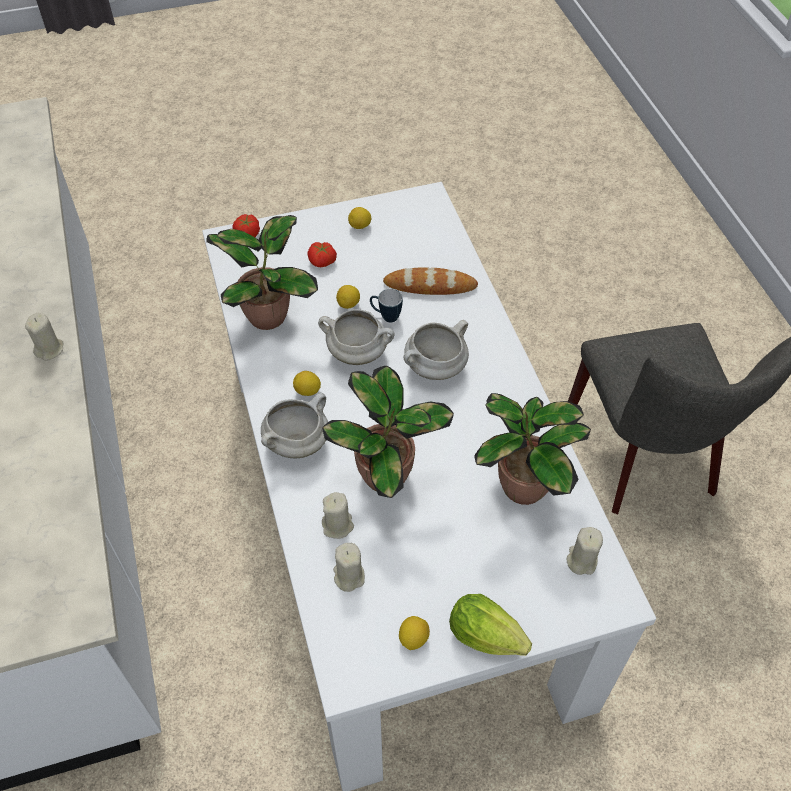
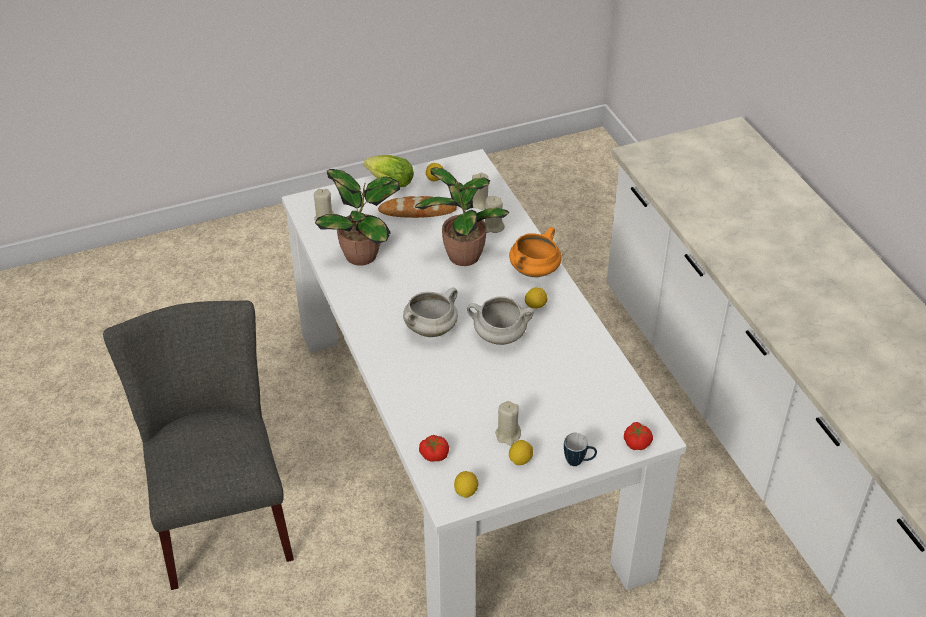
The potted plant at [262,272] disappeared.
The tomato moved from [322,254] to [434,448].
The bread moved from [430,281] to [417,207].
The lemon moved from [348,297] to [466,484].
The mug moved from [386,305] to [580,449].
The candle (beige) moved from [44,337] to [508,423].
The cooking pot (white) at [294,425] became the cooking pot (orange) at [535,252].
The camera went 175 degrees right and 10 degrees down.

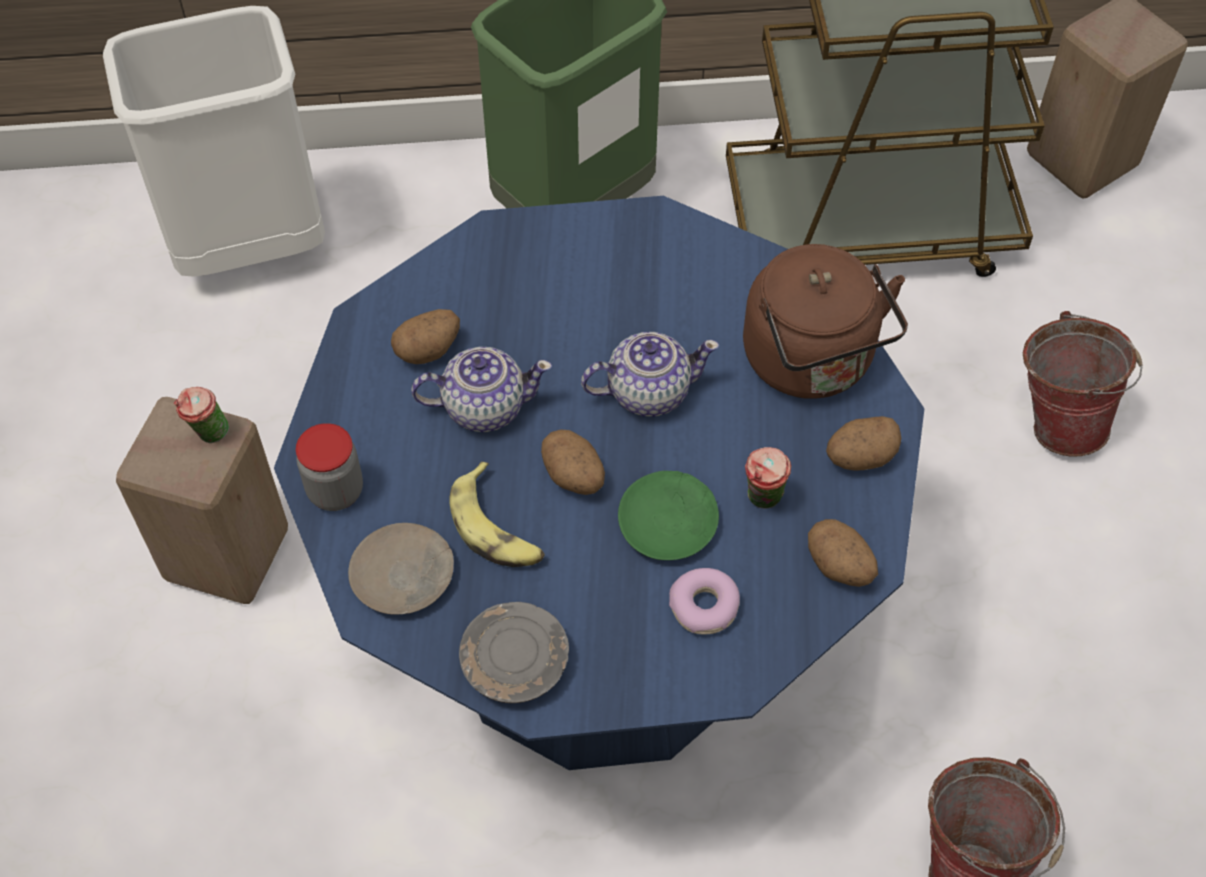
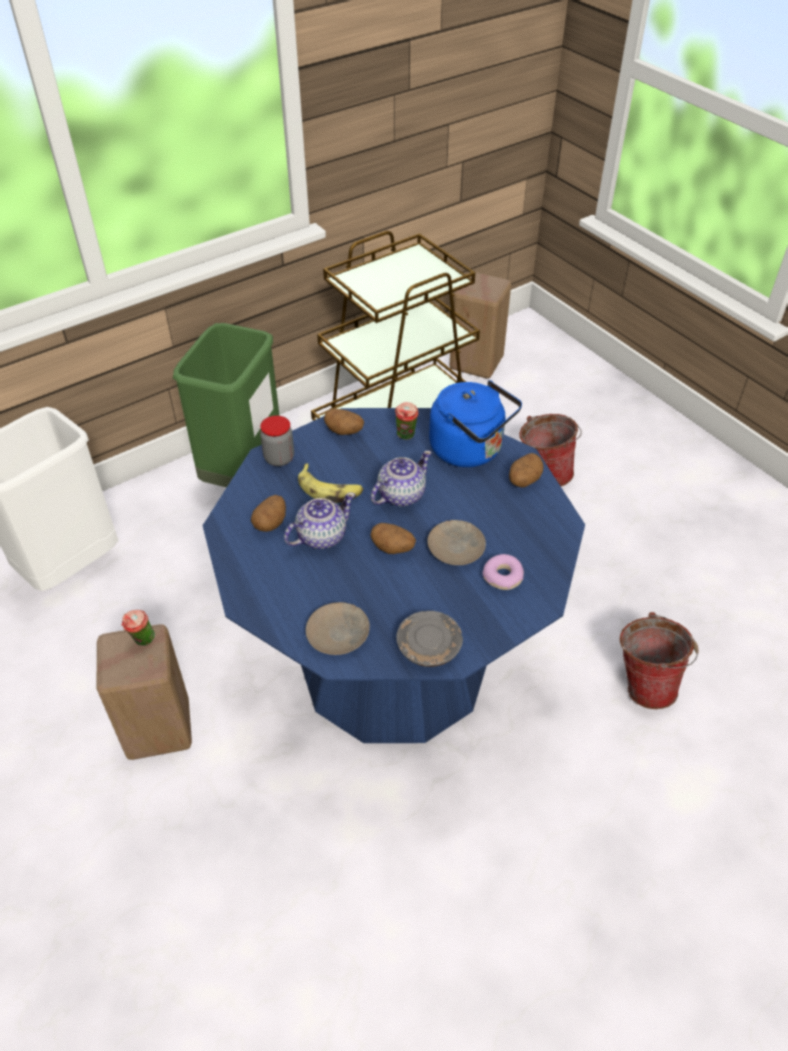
The kettle (brown) at [825,321] became the kettle (blue) at [475,423].
The jar moved from [329,467] to [277,441].
The cup moved from [768,478] to [407,421].
The banana moved from [497,514] to [330,483].
The plate (green) at [668,515] became the plate (beige) at [456,542].
The potato moved from [843,553] to [344,422].
The camera went 30 degrees left and 10 degrees down.

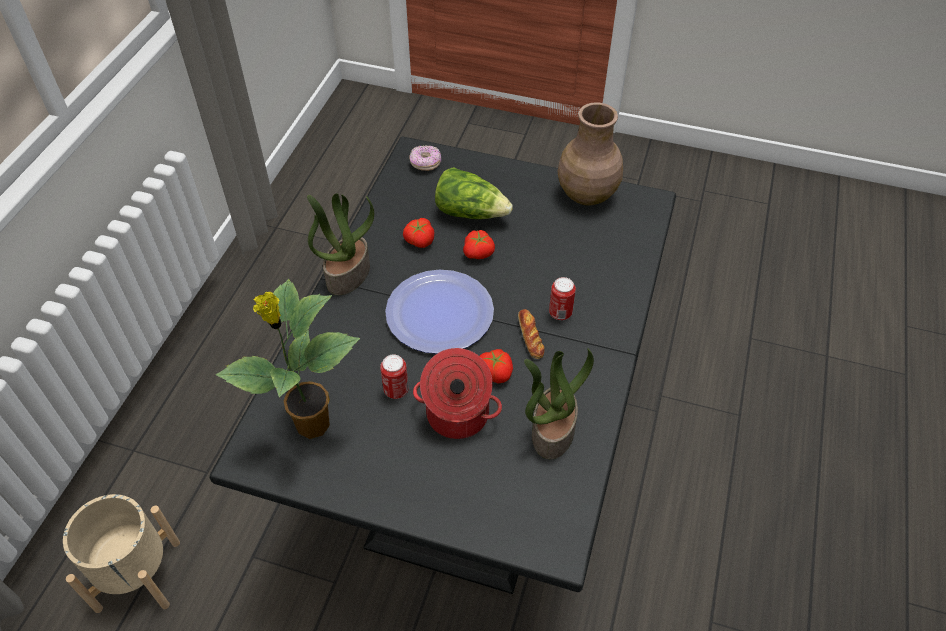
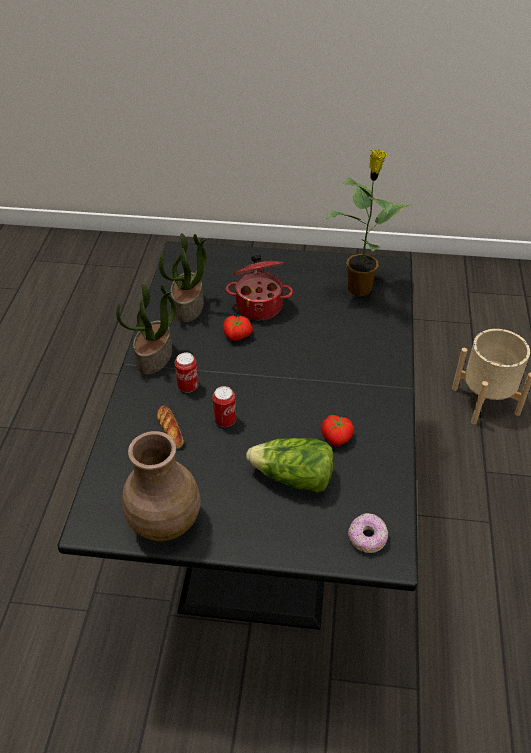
The potted plant moved from [340,244] to [146,329].
The tomato at [479,244] disappeared.
The plate at [439,312] disappeared.
The bread moved from [531,334] to [170,427].
The can moved from [394,377] to [224,406].
The camera went 170 degrees right and 5 degrees down.

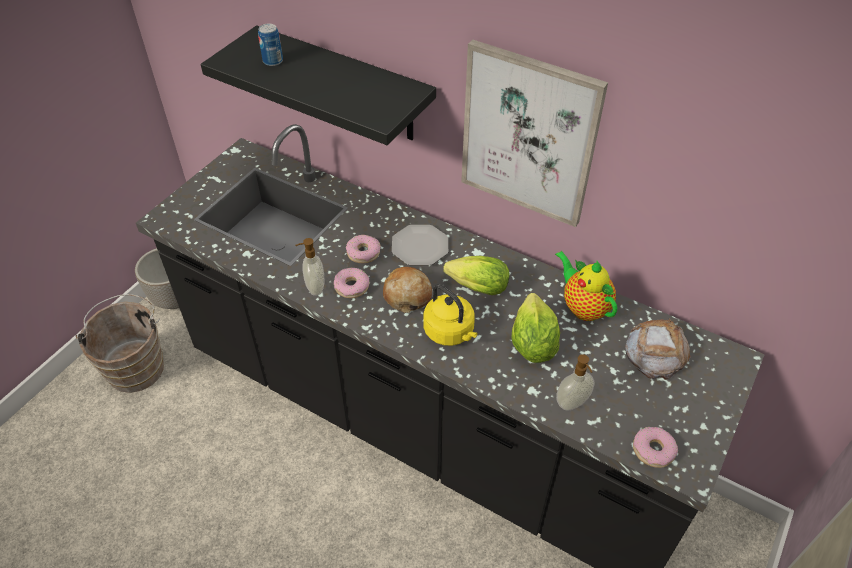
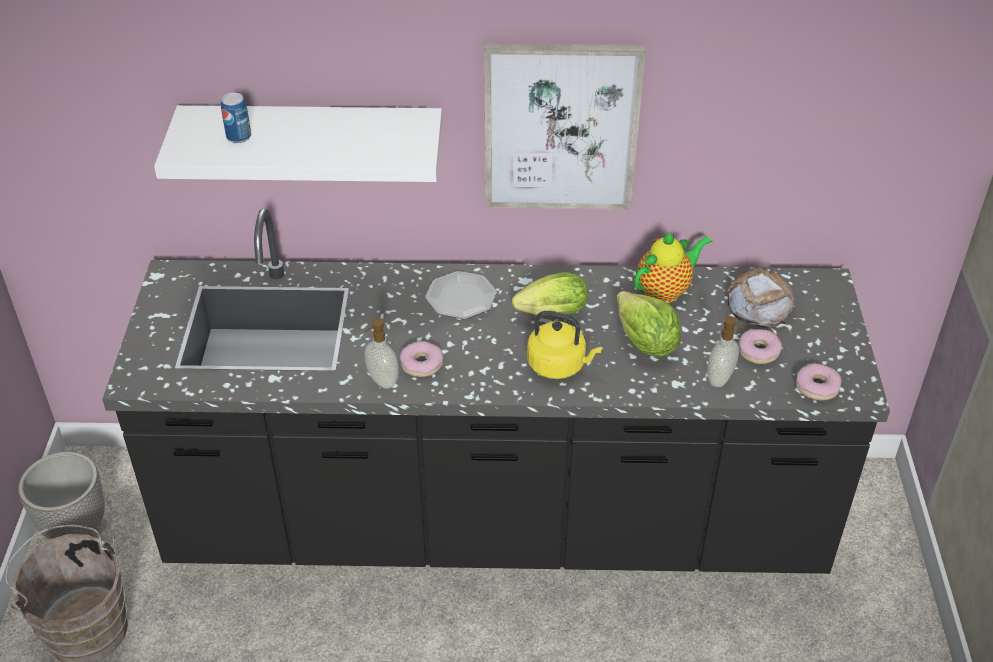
The shelf (black) at [318,85] became the shelf (white) at [298,143].
The donut moved from [363,249] to [760,346].
The teapot at [586,286] turned 120 degrees clockwise.
The bread at [407,290] disappeared.
The camera went 30 degrees left and 5 degrees down.

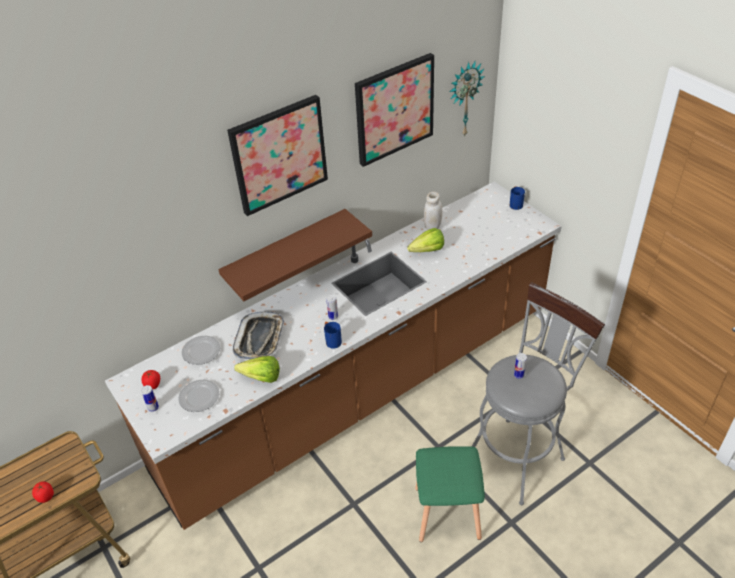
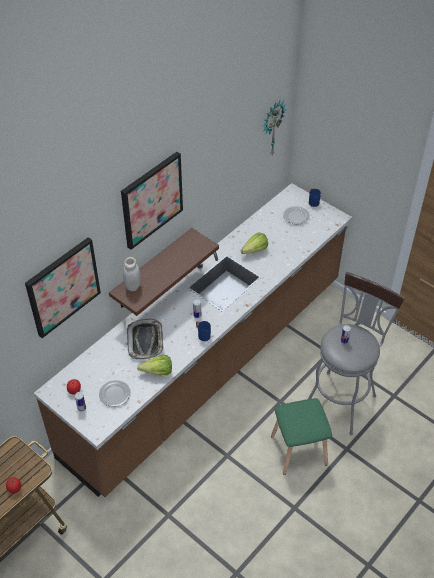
The picture moved from [394,110] to [63,287].
The jar (white) moved from [433,211] to [132,274].
The plate moved from [201,350] to [296,215].
The camera went 15 degrees left and 5 degrees up.

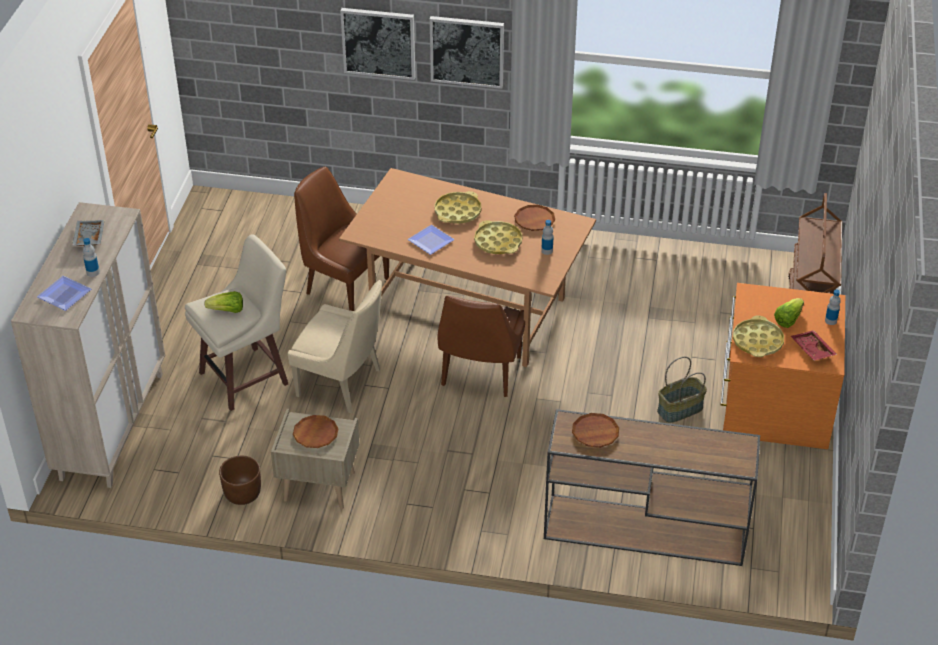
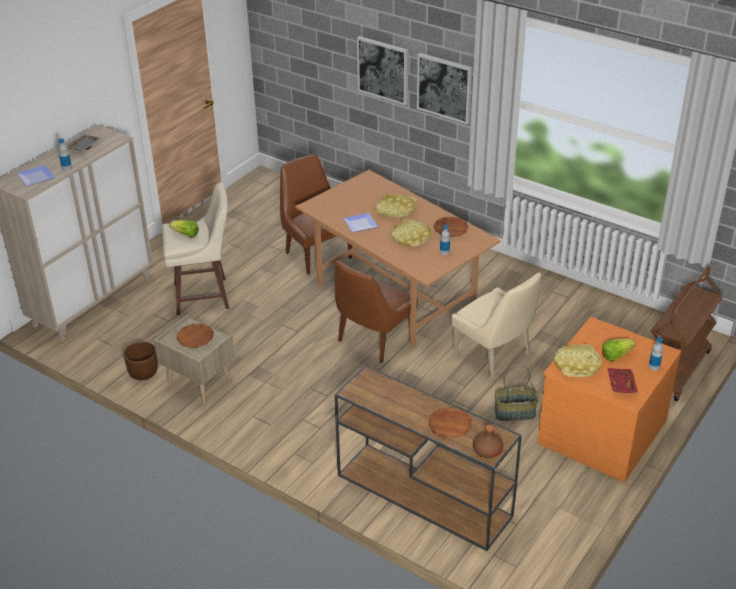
The chair (beige) moved from [335,346] to [496,325].
The plate (brown) moved from [595,430] to [450,423].
The bottle (brown) at [488,441] appeared.
The camera went 25 degrees right and 5 degrees down.

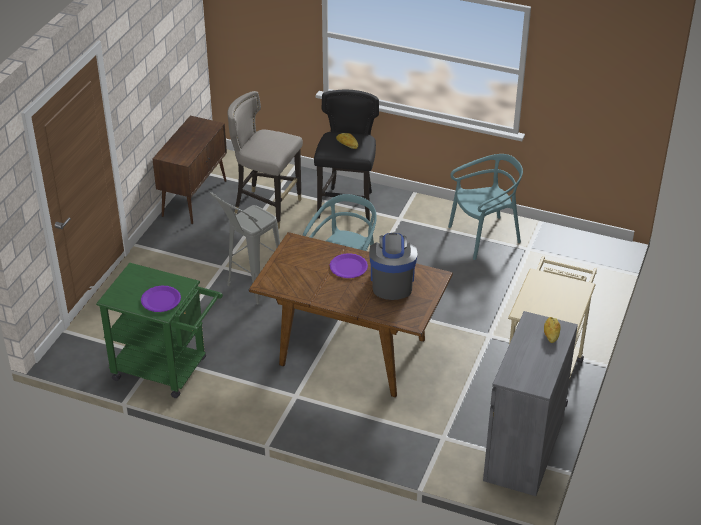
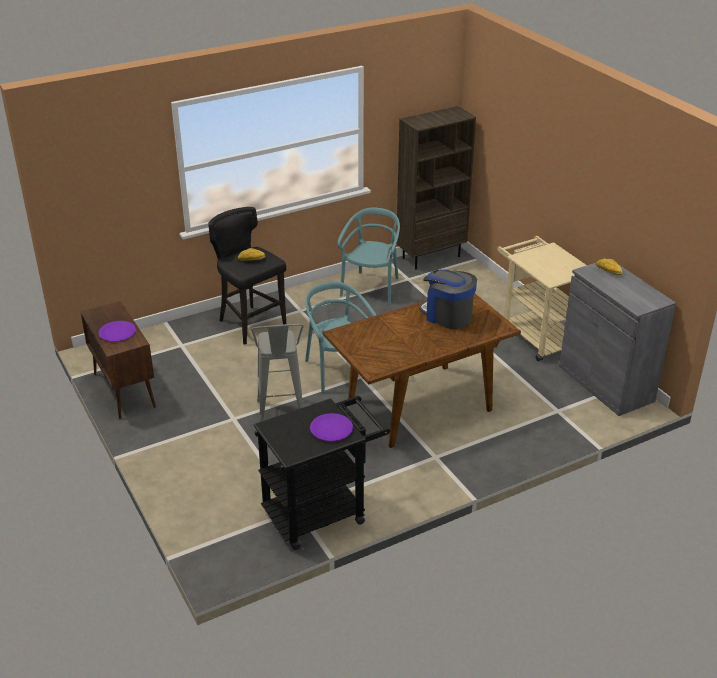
The stool (grey) at [265,160] disappeared.
The plate (purple) moved from [349,265] to [117,331].
The cart (green) at [159,330] became the cart (black) at [322,473].
The bookcase (brown) at [436,188] appeared.
The camera went 50 degrees left and 5 degrees down.

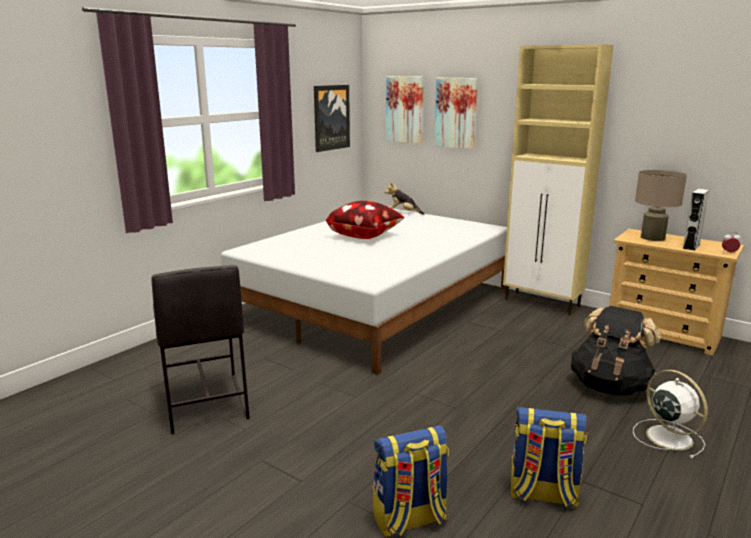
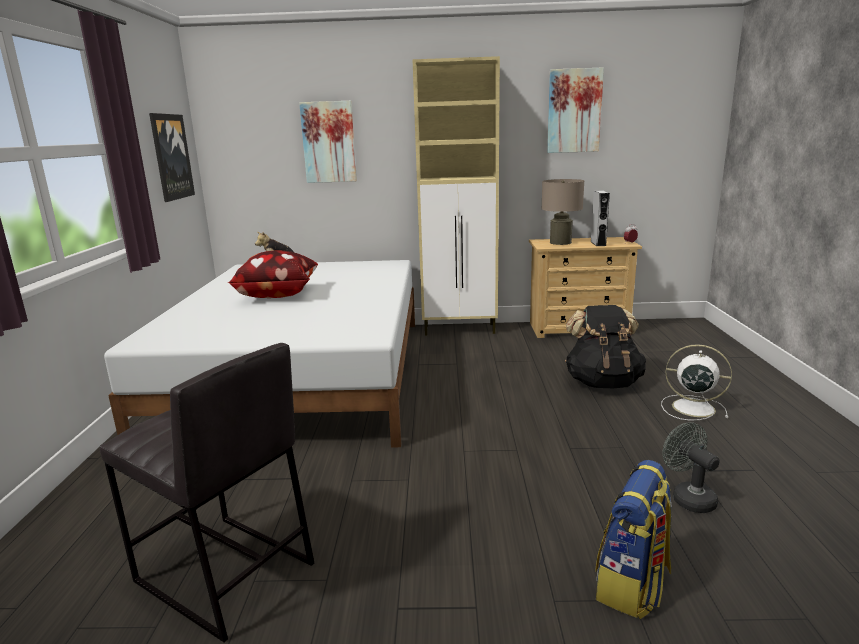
The picture moved from [405,110] to [575,110].
The backpack at [548,457] was replaced by the fan (grey) at [691,467].
The camera went 35 degrees left and 0 degrees up.

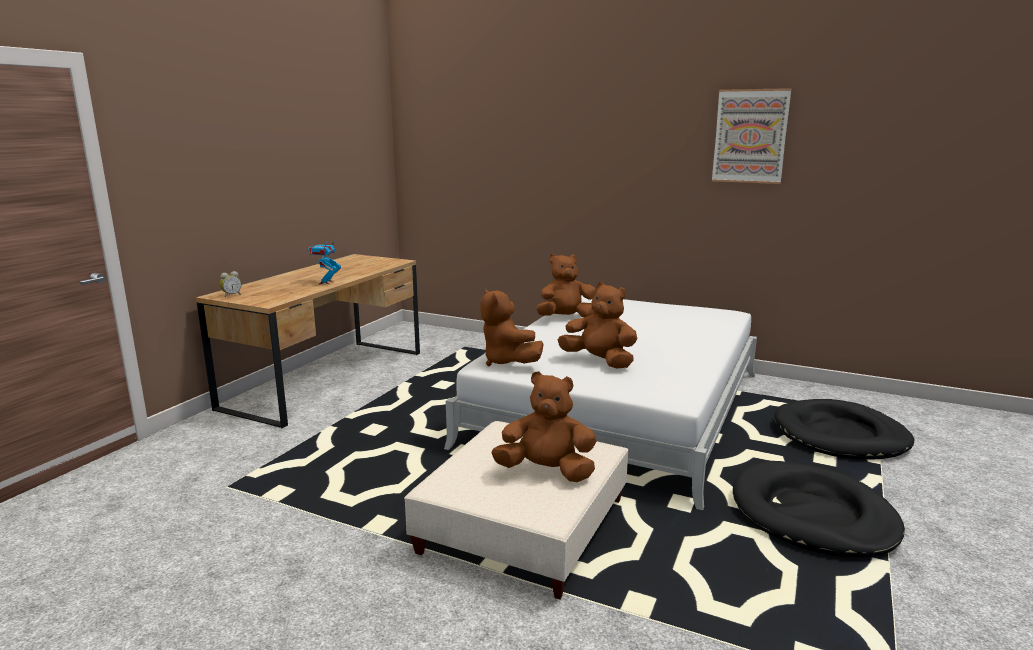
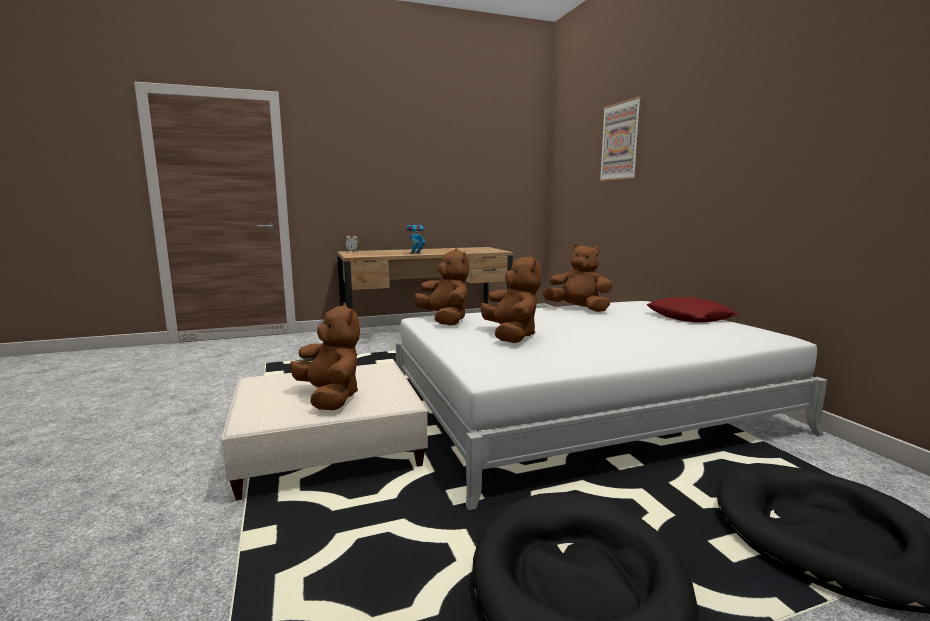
The picture moved from [751,136] to [620,138].
The plush toy (brown) at [511,327] turned 135 degrees clockwise.
The pillow (red) at [692,309] appeared.
The camera went 45 degrees right and 5 degrees down.

